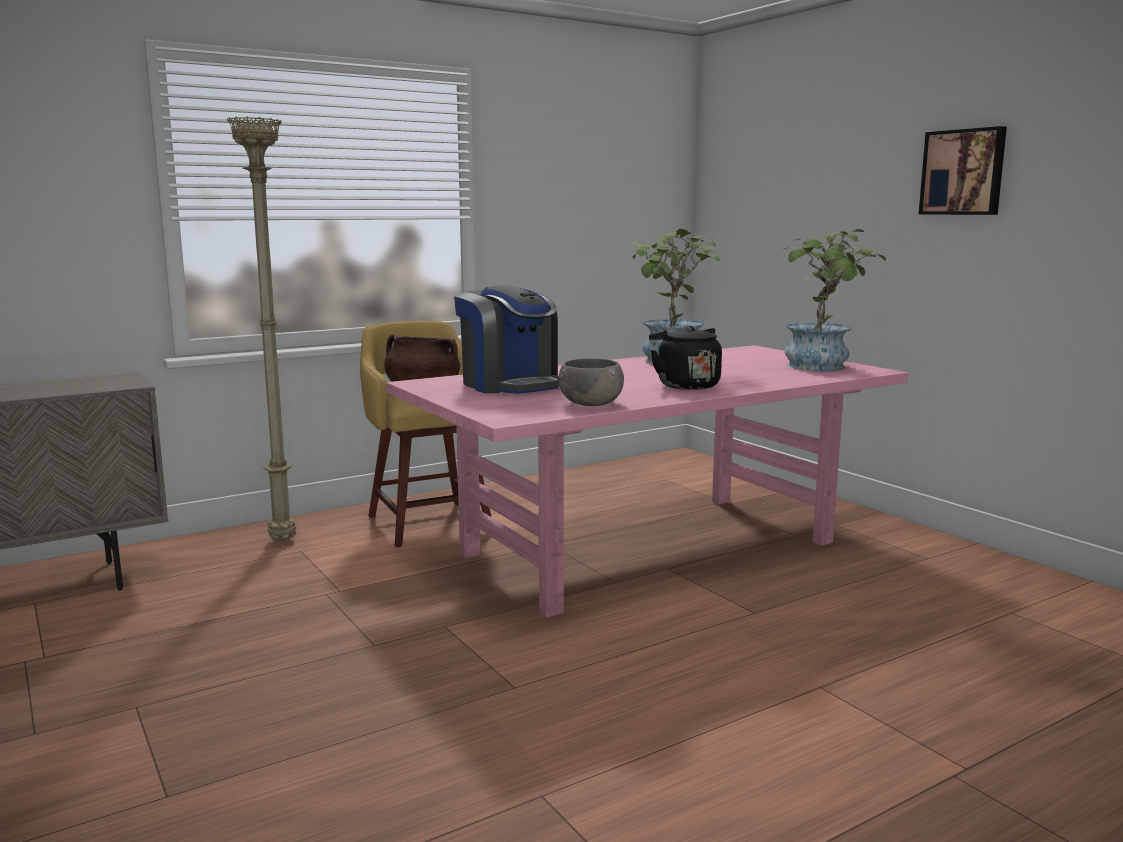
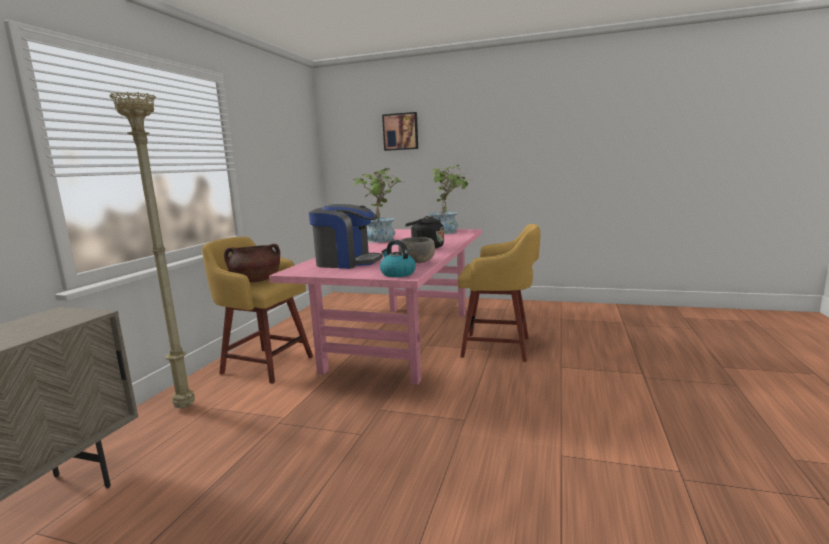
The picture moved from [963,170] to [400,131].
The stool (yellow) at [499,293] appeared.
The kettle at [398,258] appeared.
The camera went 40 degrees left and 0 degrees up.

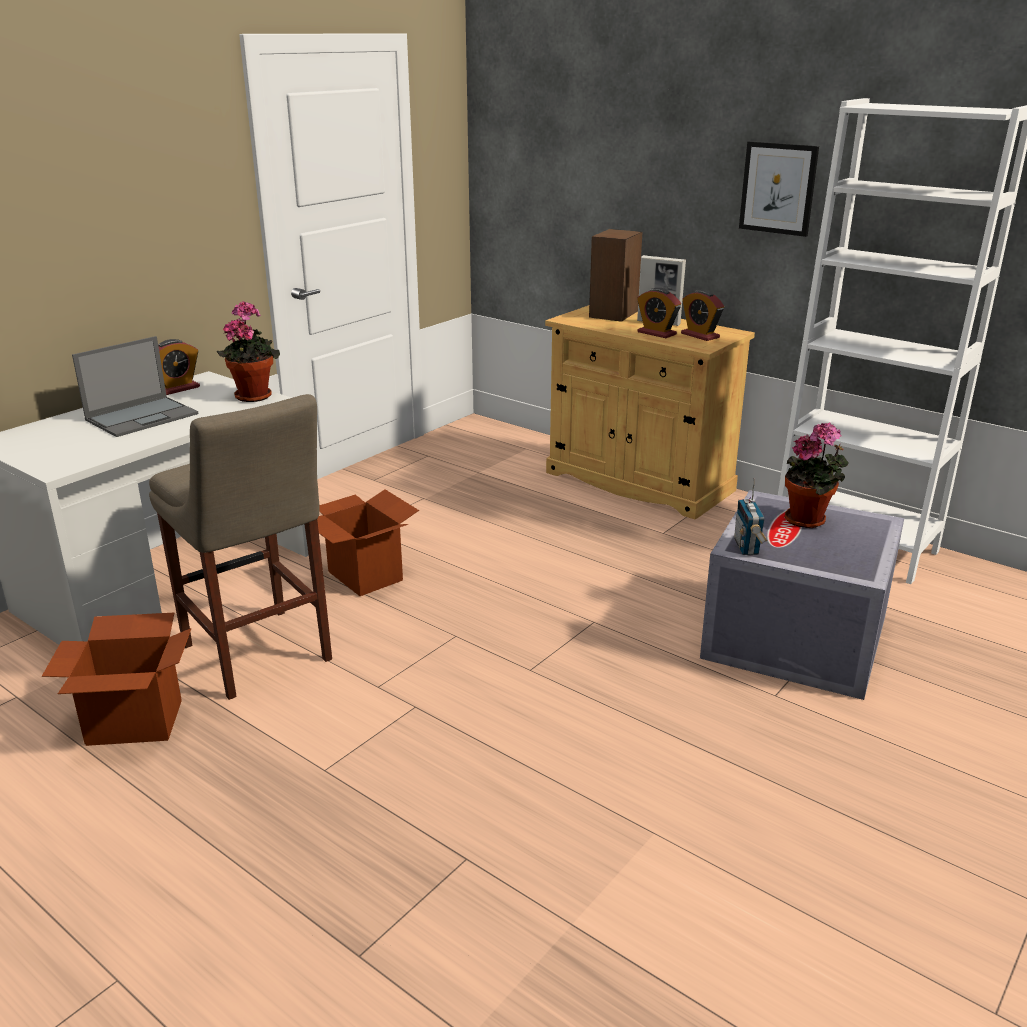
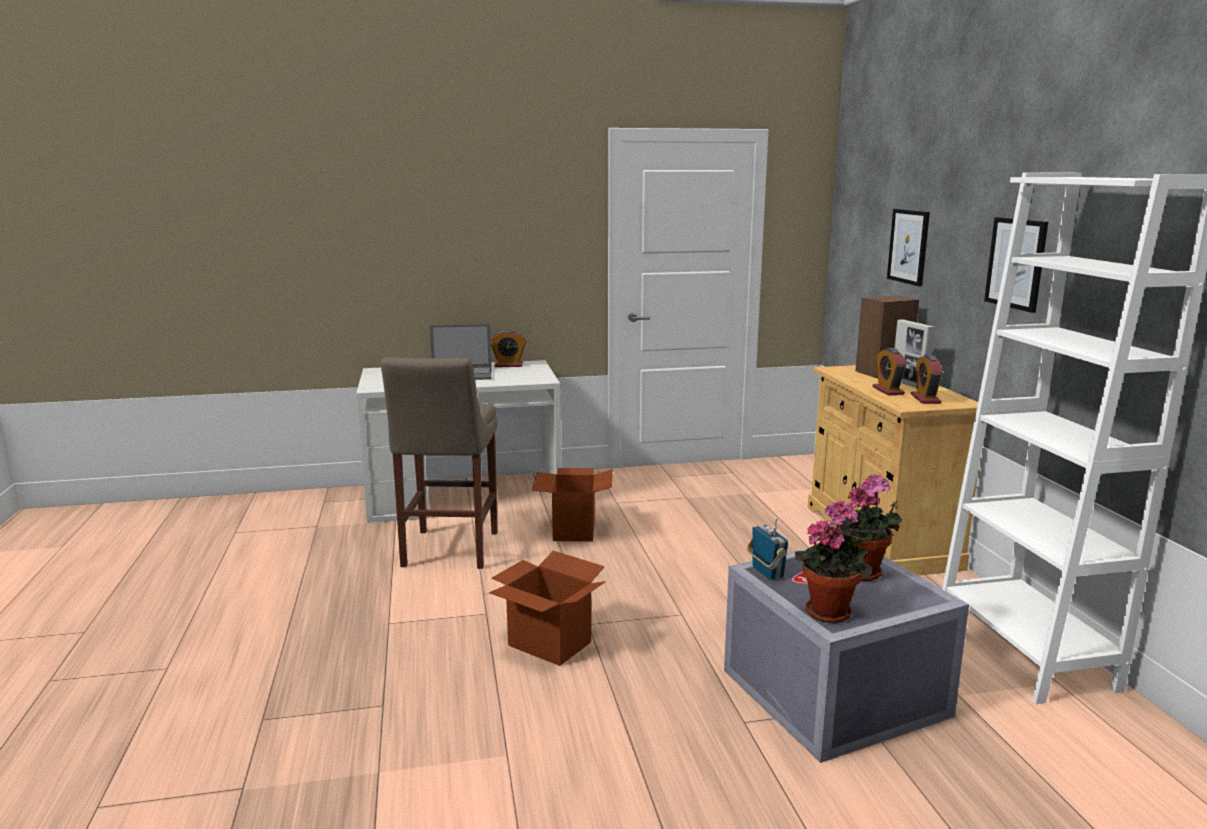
The potted plant moved from [248,351] to [833,561].
The radio at [750,516] turned 120 degrees clockwise.
The cardboard box moved from [116,679] to [547,608].
The picture at [908,247] appeared.
The camera went 40 degrees right and 10 degrees down.

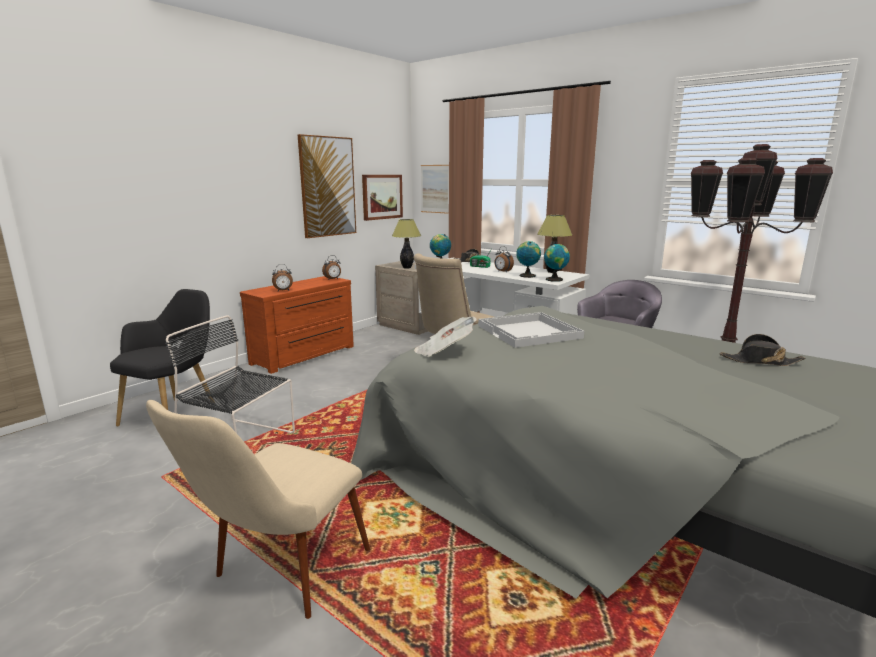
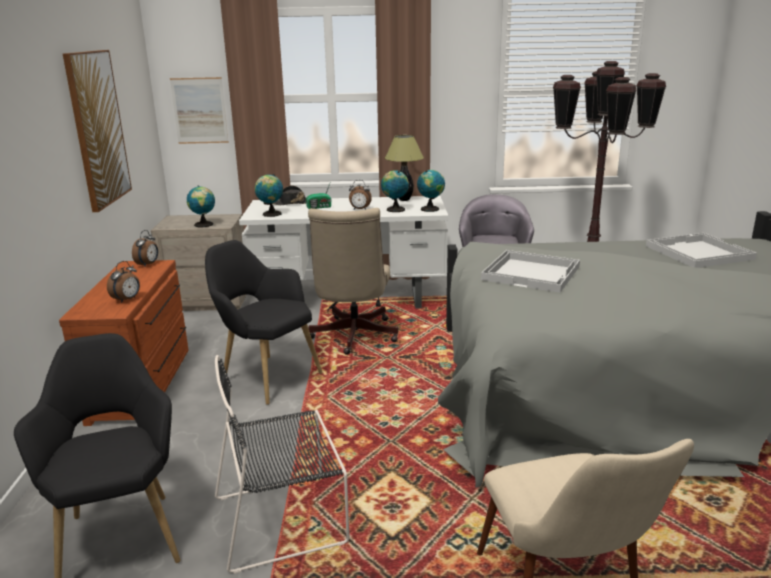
The picture at [382,198] disappeared.
The table lamp at [406,244] was replaced by the globe at [201,206].
The newspaper at [445,337] disappeared.
The hat (black) at [762,350] was replaced by the tray (white) at [701,250].
The armchair (black) at [264,322] appeared.
The camera went 40 degrees left and 5 degrees up.

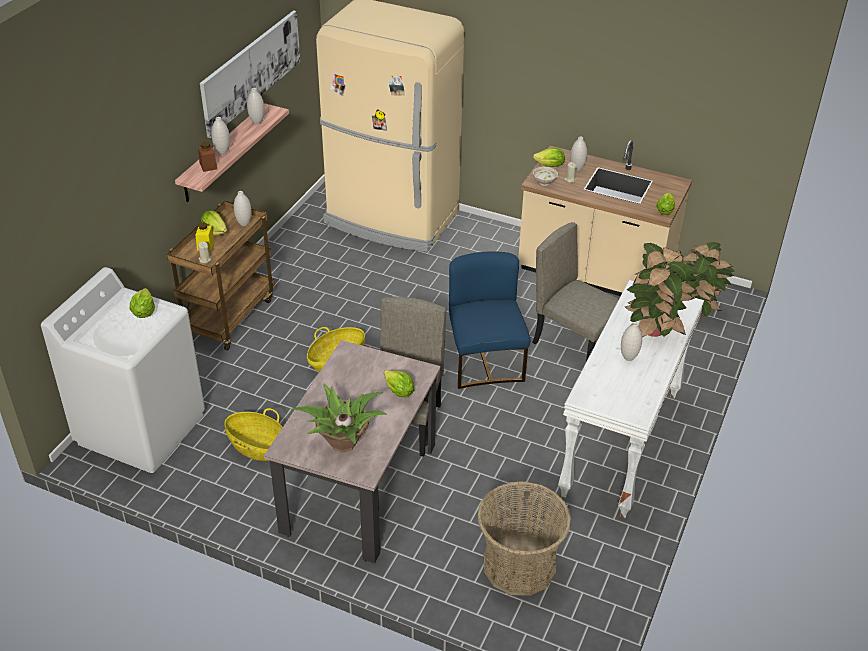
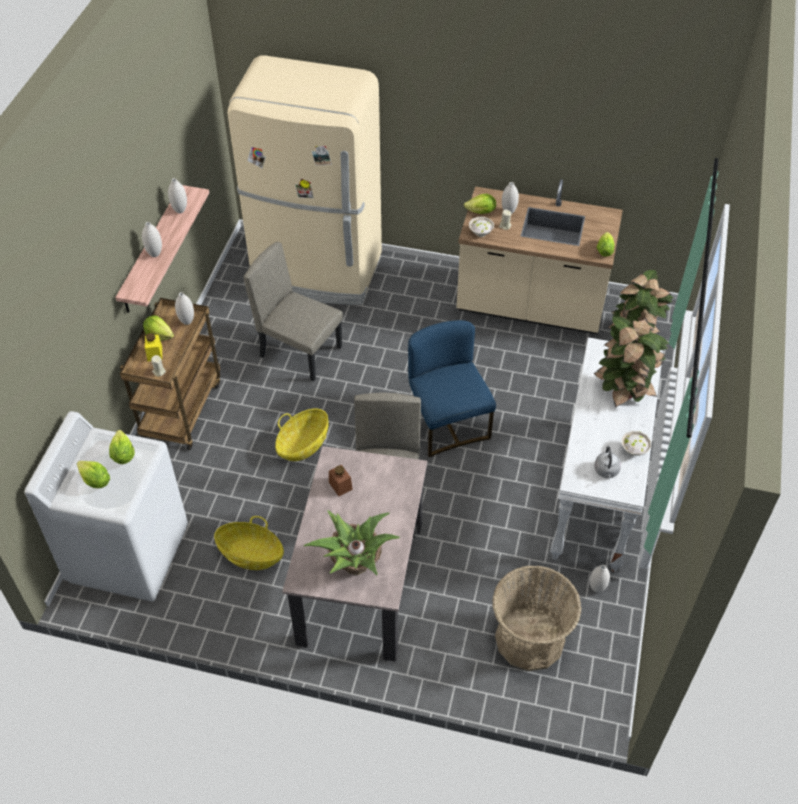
The picture at [250,74] disappeared.
The jar (brown) moved from [207,157] to [341,480].
The chair (beige) moved from [575,292] to [293,311].
The vase (white) moved from [631,341] to [600,579].
The lettuce moved from [399,383] to [93,474].
The bowl (white) at [636,443] appeared.
The kettle (grey) at [607,462] appeared.
The camera went 10 degrees left and 10 degrees up.

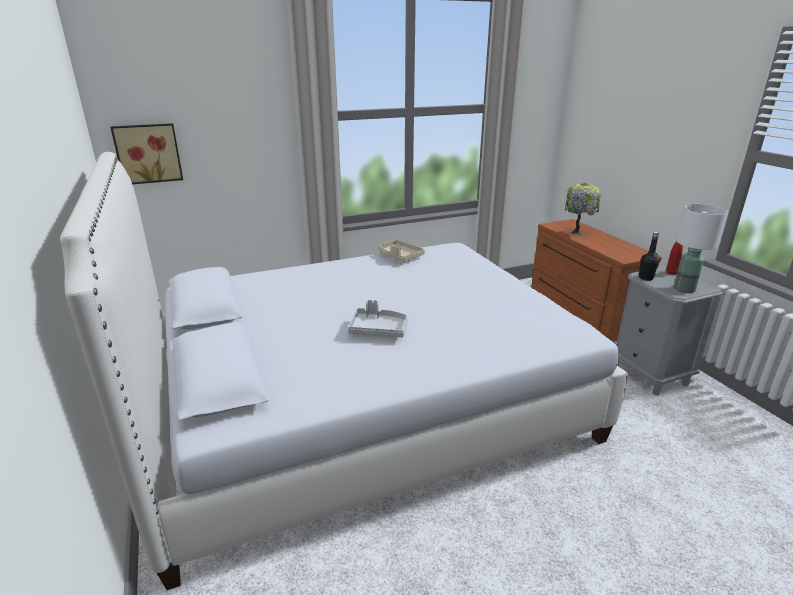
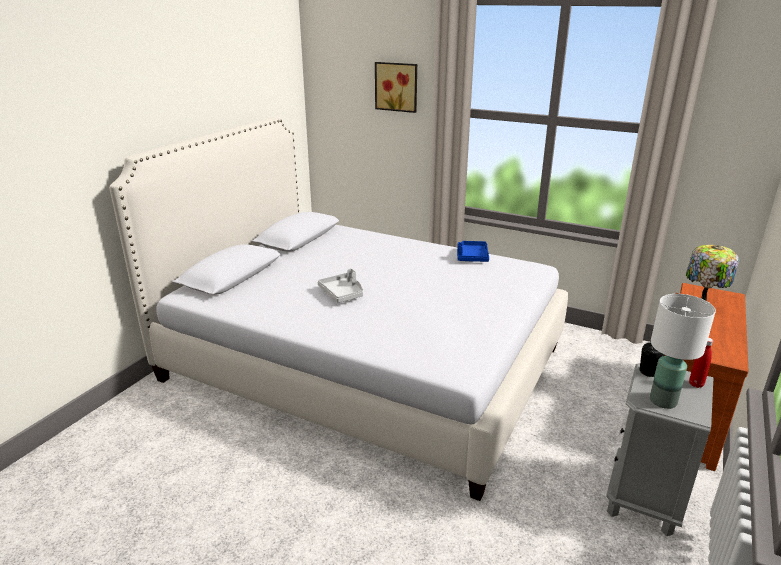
The picture moved from [147,153] to [396,87].
The tray (beige) at [402,251] became the tray (blue) at [473,251].
The camera went 50 degrees right and 0 degrees up.

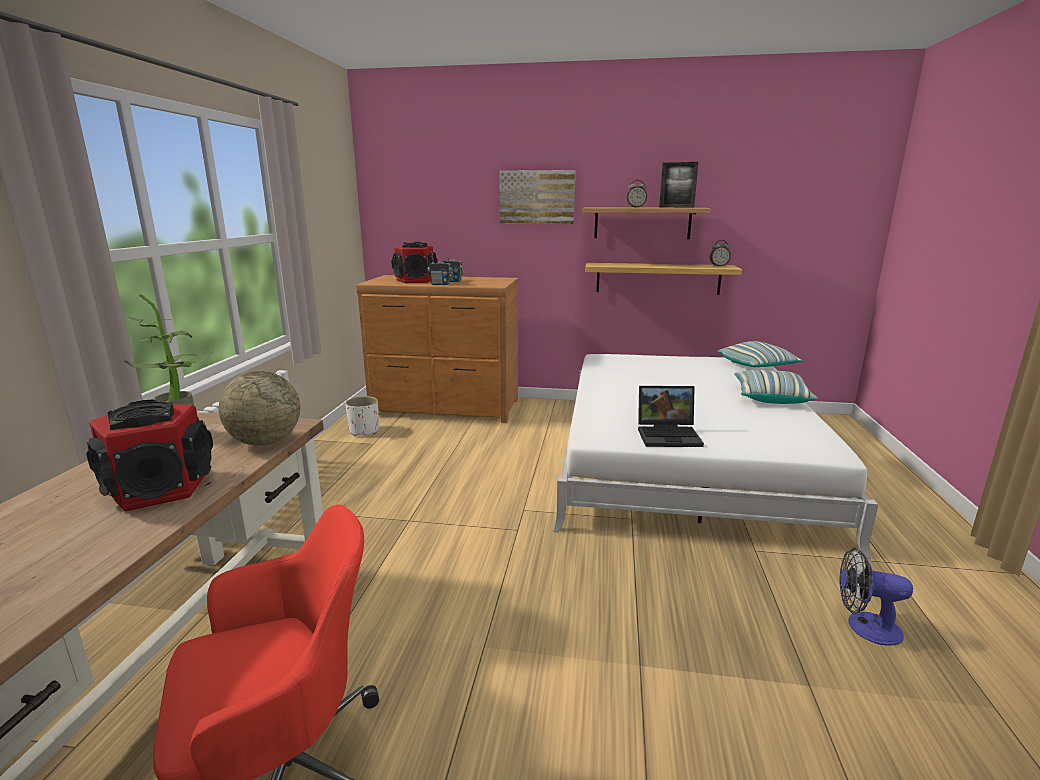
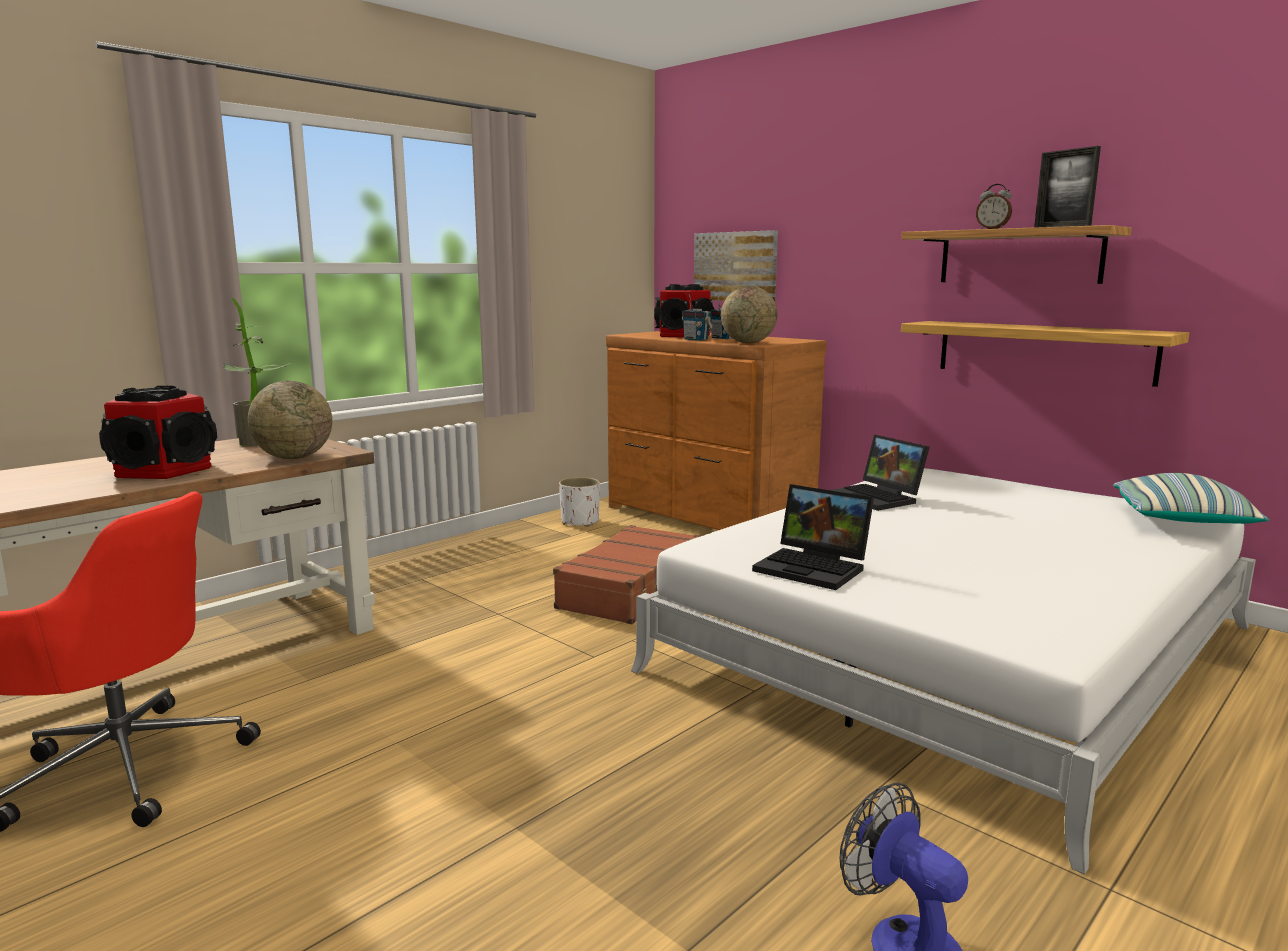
The picture moved from [537,197] to [736,265].
The alarm clock at [720,253] disappeared.
The pillow at [776,387] disappeared.
The globe at [749,314] appeared.
The laptop at [880,472] appeared.
The suitcase (brown) at [627,574] appeared.
The camera went 35 degrees right and 5 degrees down.

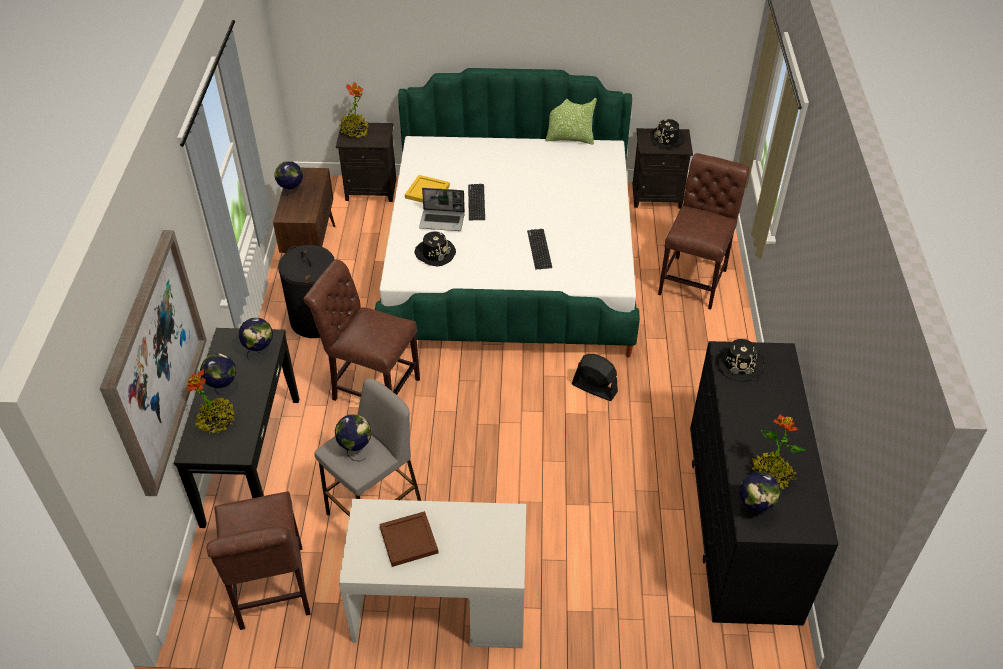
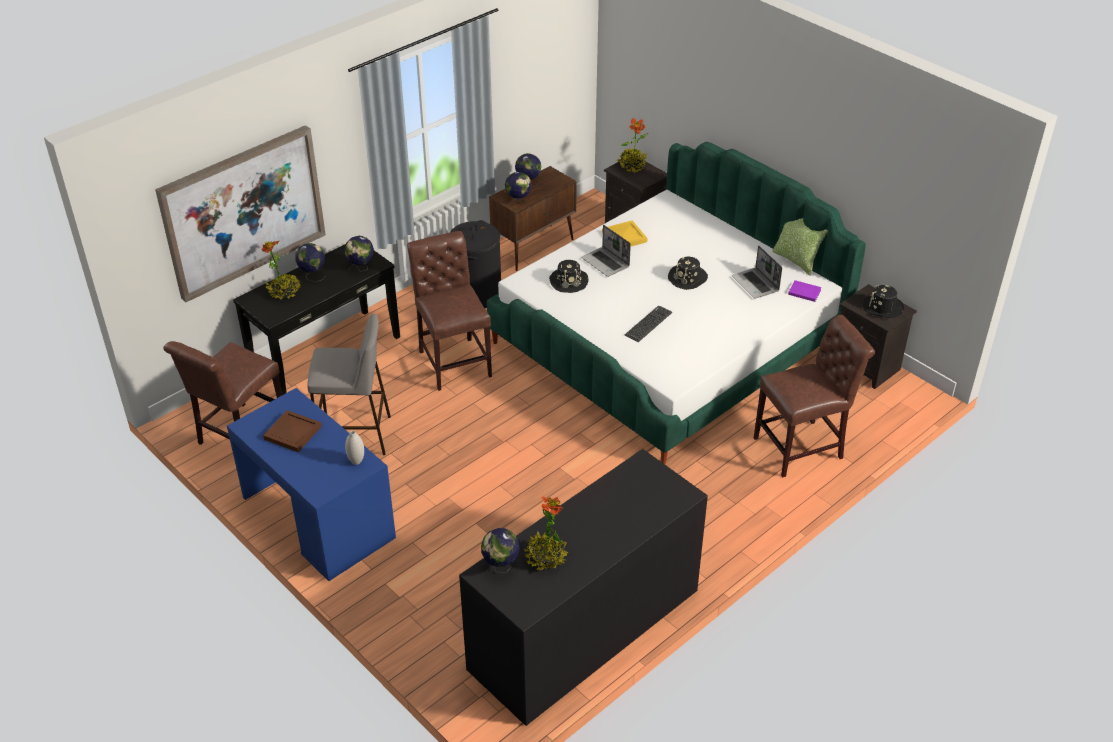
The keyboard at [476,202] disappeared.
The hat (black) moved from [740,360] to [688,273].
The fan (black) at [595,377] disappeared.
The globe moved from [353,437] to [518,190].
The desk (white) at [432,573] became the desk (blue) at [311,484].
The laptop at [757,272] appeared.
The book (purple) at [804,291] appeared.
The vase (white) at [354,448] appeared.
The camera went 45 degrees right and 5 degrees down.

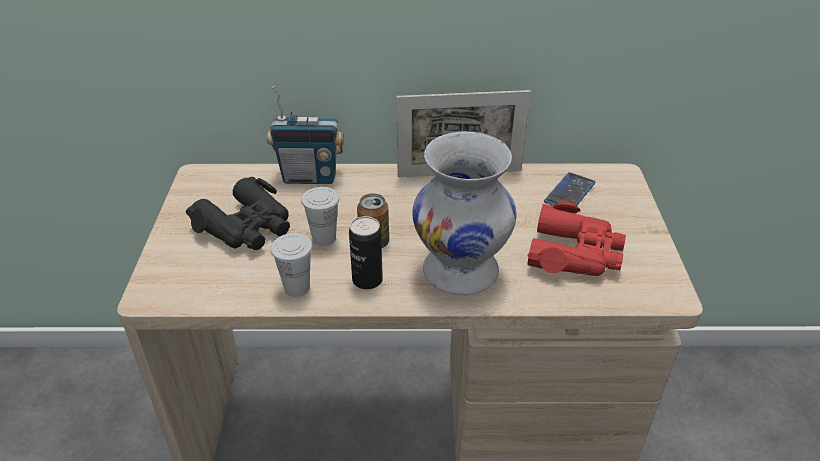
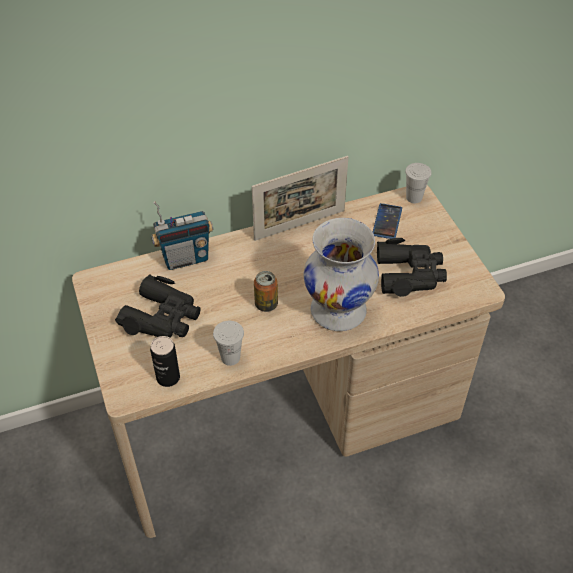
The cup (white) moved from [320,216] to [418,183].
The binoculars (red) at [576,239] became the binoculars (black) at [412,267].
The can moved from [366,252] to [165,361].
The camera went 20 degrees left and 10 degrees up.

